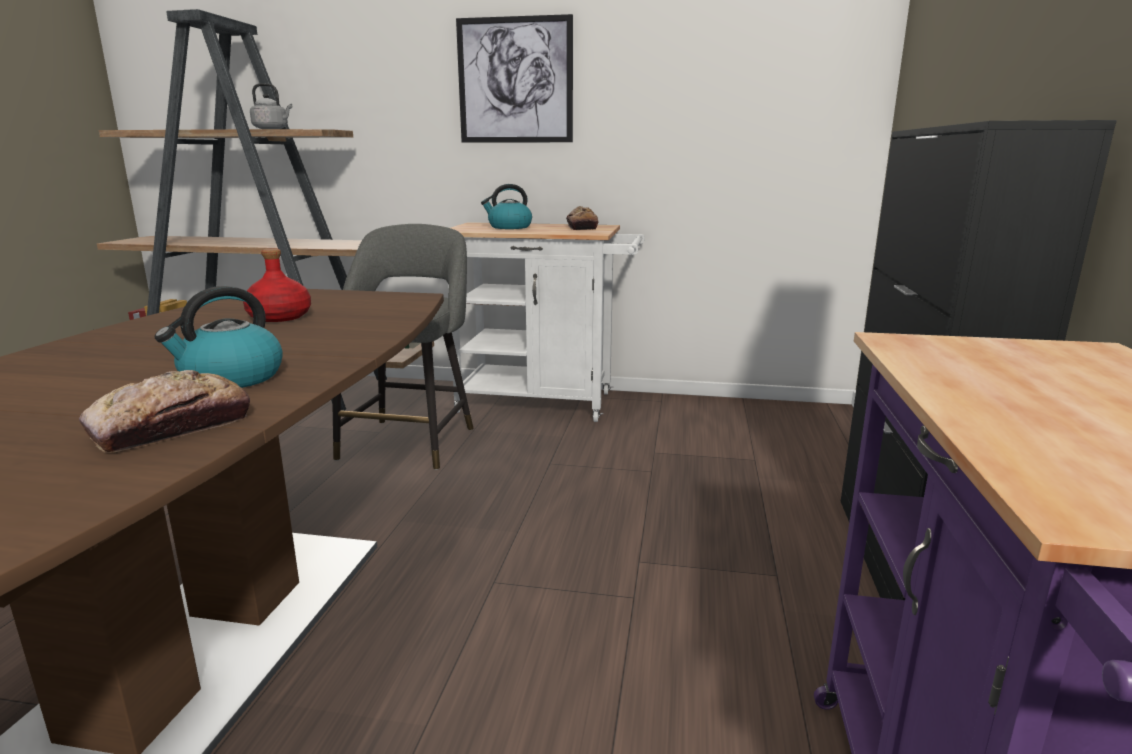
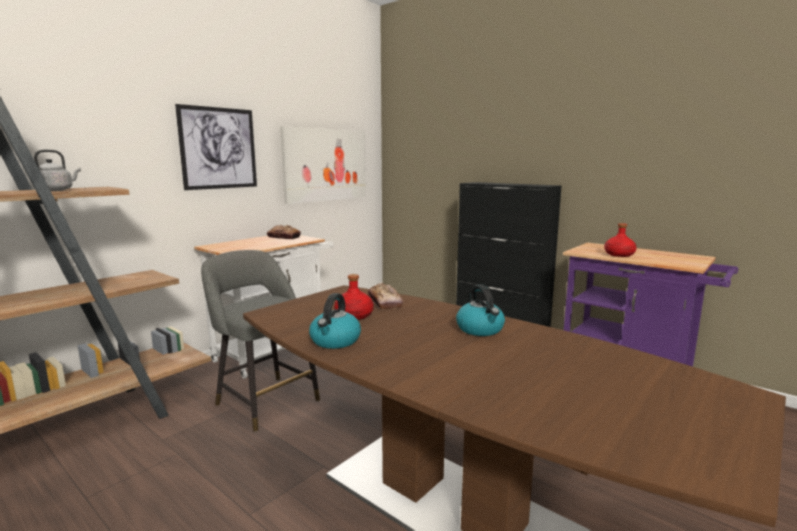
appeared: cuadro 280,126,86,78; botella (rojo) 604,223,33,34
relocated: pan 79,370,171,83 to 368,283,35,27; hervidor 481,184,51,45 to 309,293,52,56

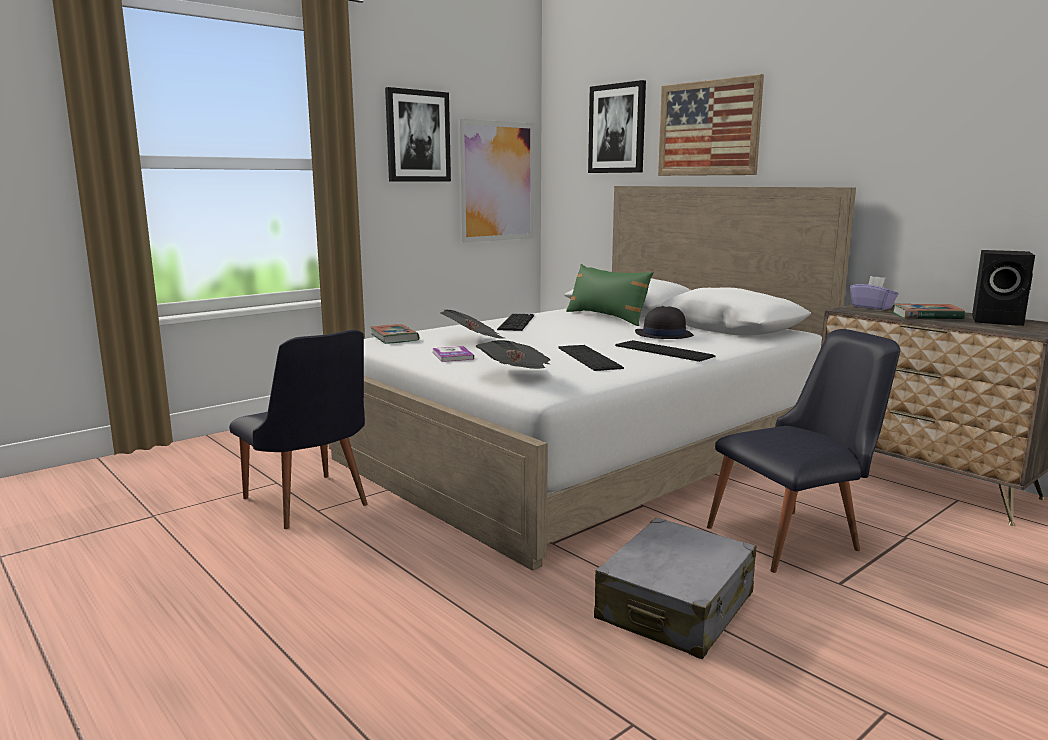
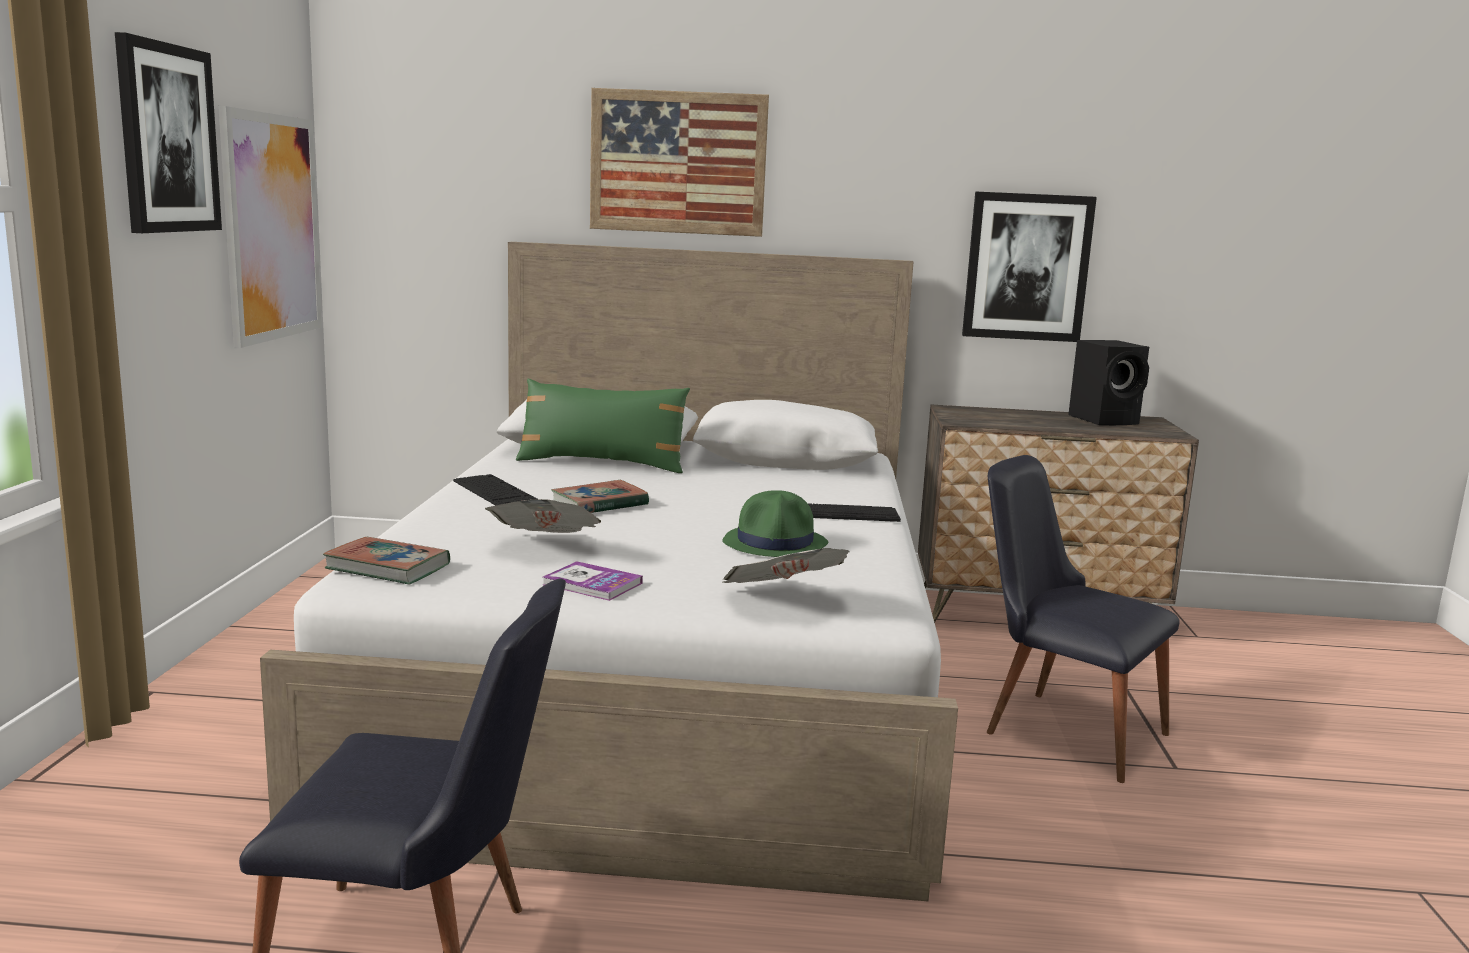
missing: maleta (gris) 594,518,162,141; sombrero (negro) 635,306,59,33; caja de pañuelos (morado) 850,276,49,34
relocated: cuadro 588,80,58,93 to 962,192,135,150; libro 893,304,72,16 to 551,480,98,33
exchanged: teclado 558,345,66,26 to sombrero (verde) 722,490,106,67
spun: silla (negro) 707,329,193,244 = 987,455,193,328 75 degrees counterclockwise

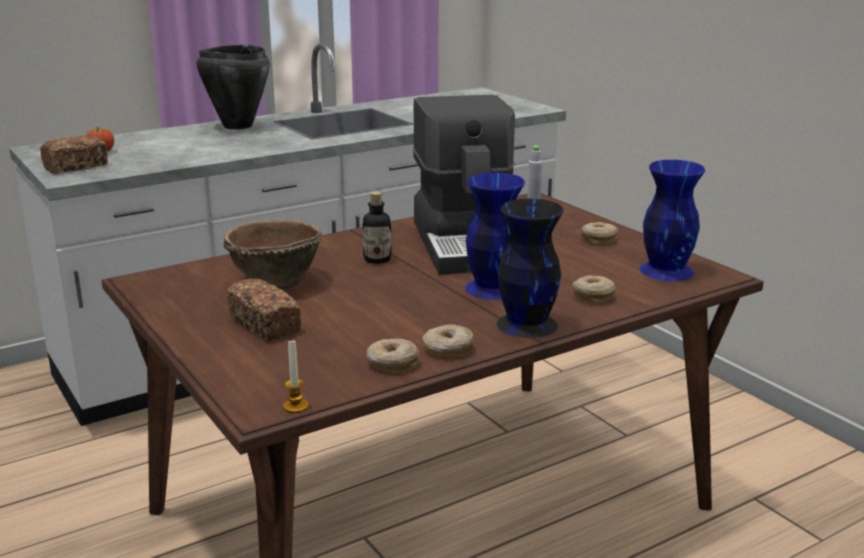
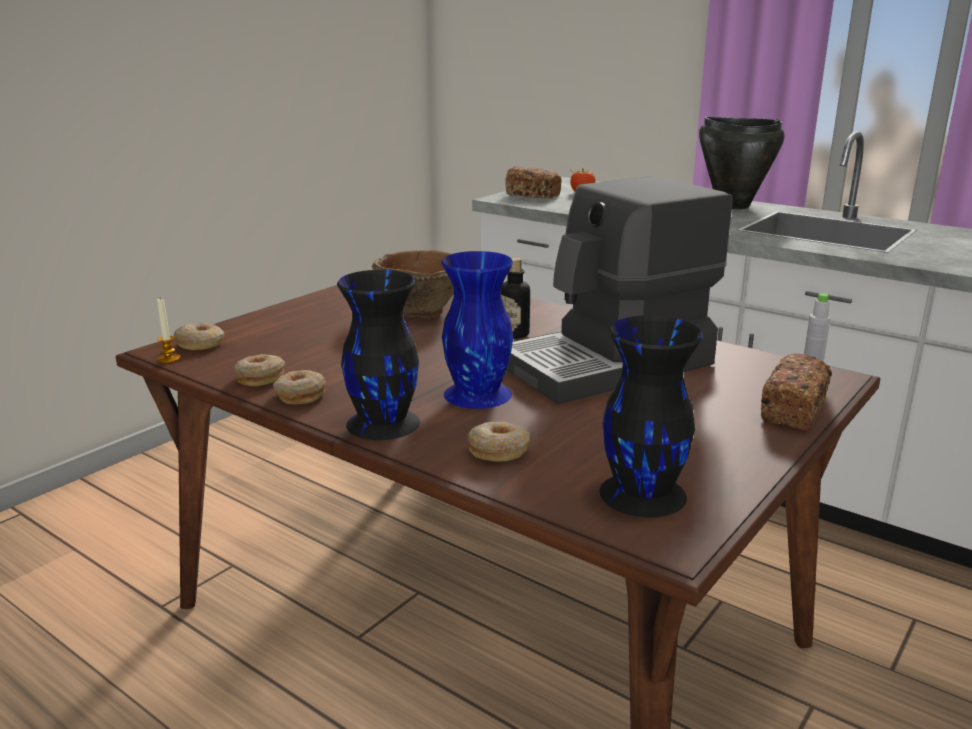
relocated: pan 226,278,75,63 to 761,353,70,78; rosquilla 581,222,37,23 to 174,323,51,27
colour: florero (azul) 639,160,66,121 to florero (negro) 599,315,104,202

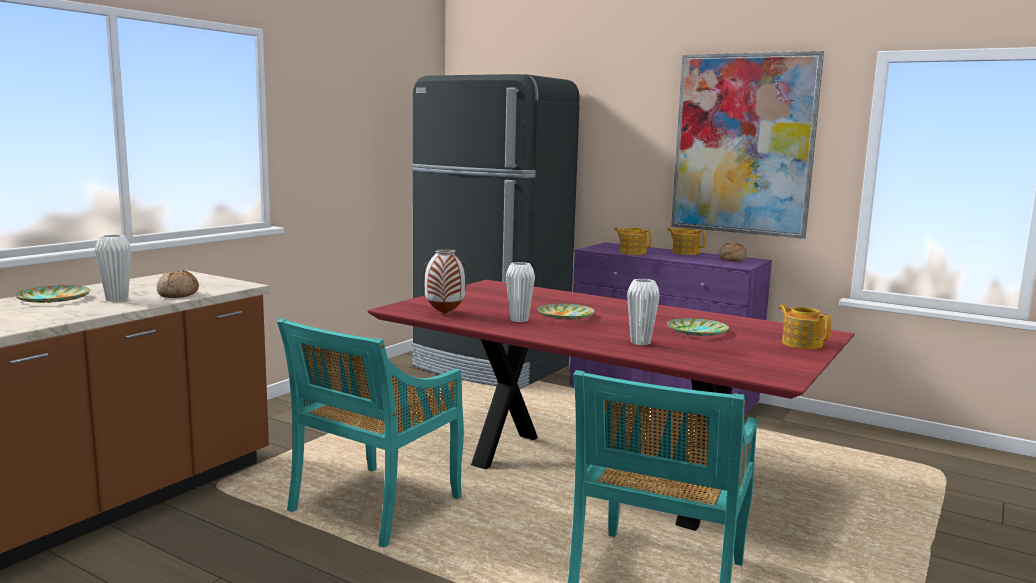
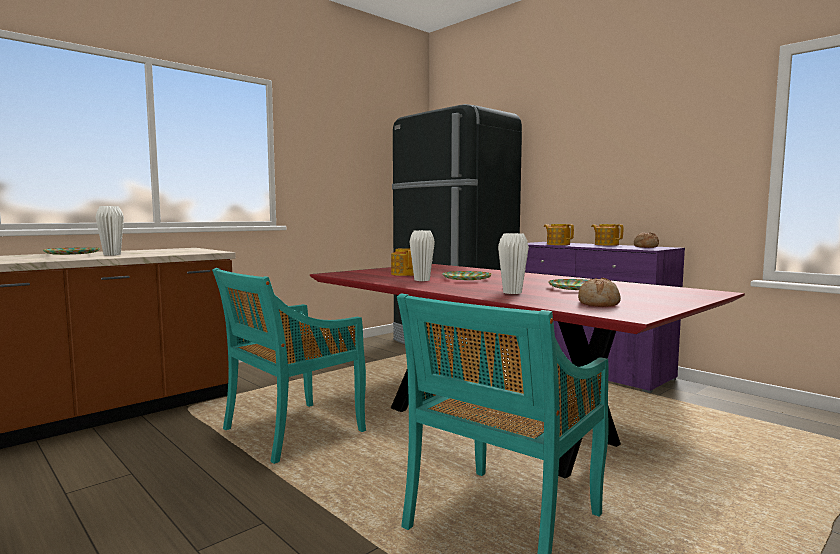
missing: florero 424,249,42,65; cuadro 671,51,153,188
relocated: pan 157,270,42,28 to 578,278,43,29; tetera 779,305,53,44 to 391,248,23,28

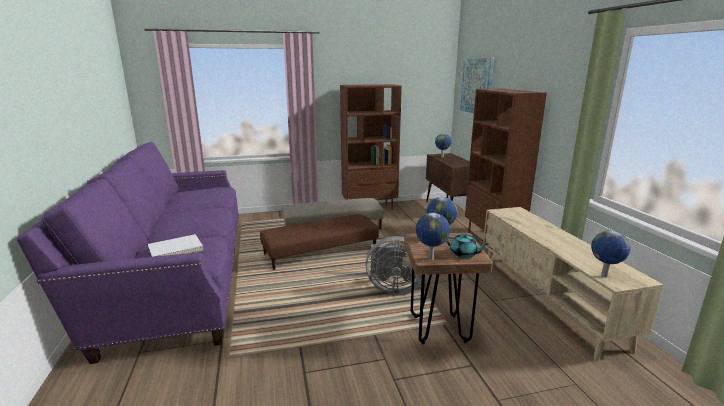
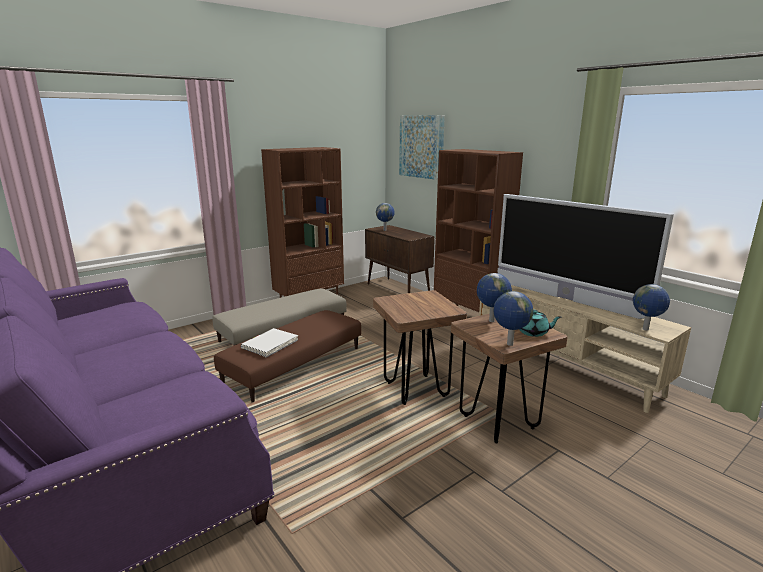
appeared: televisor 498,194,176,125
relocated: libro (blanco) 148,234,55,23 to 241,328,57,30
exchanged: ventilador (gris) 366,236,60,59 to taburete (marrón) 373,290,94,115

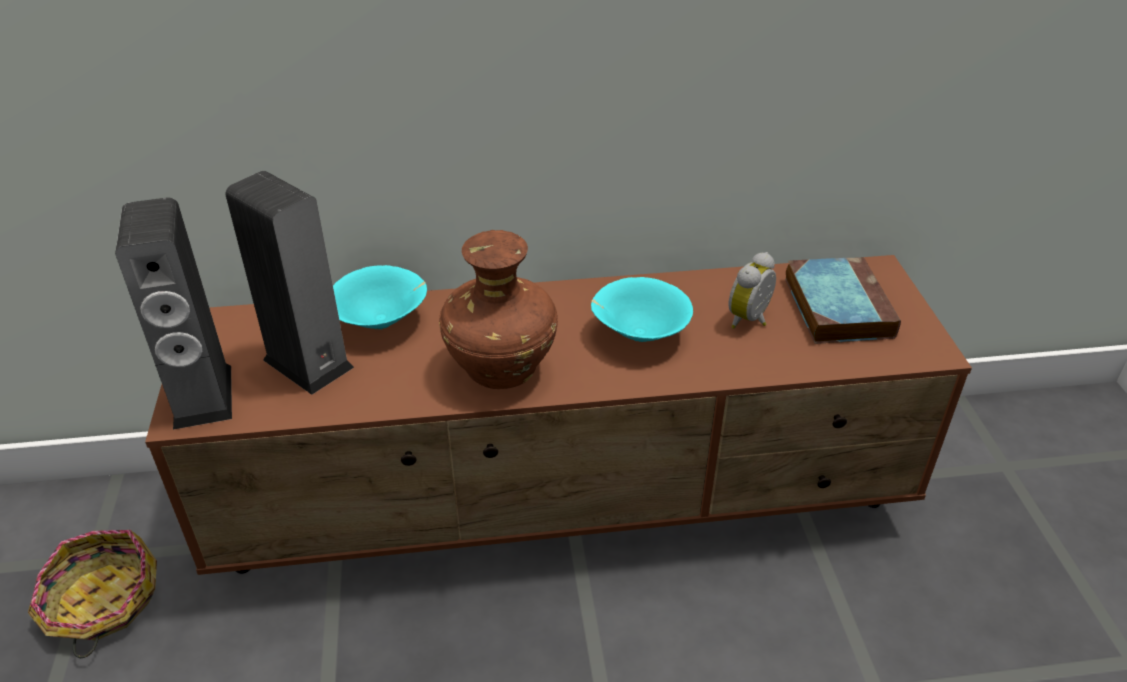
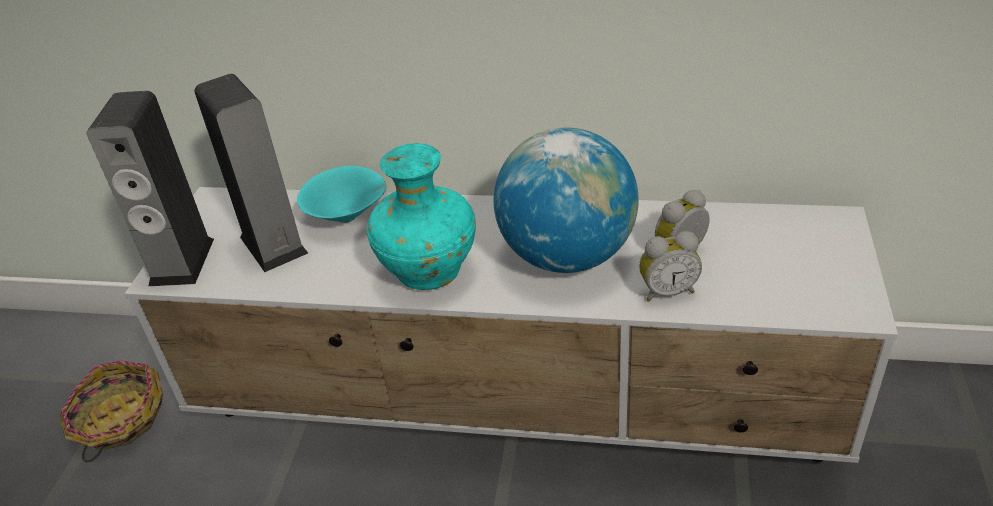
missing: libro 785,257,116,87
appeared: despertador 639,231,63,71
exchanged: cuenco (turquesa) 591,277,102,65 to globo terráqueo 494,128,145,145
colour: mueble de televisión (marrón) 145,255,827,320 to mueble de televisión (blanco) 125,187,773,276; florero (marrón) 439,230,119,159 to florero (turquesa) 367,143,109,147

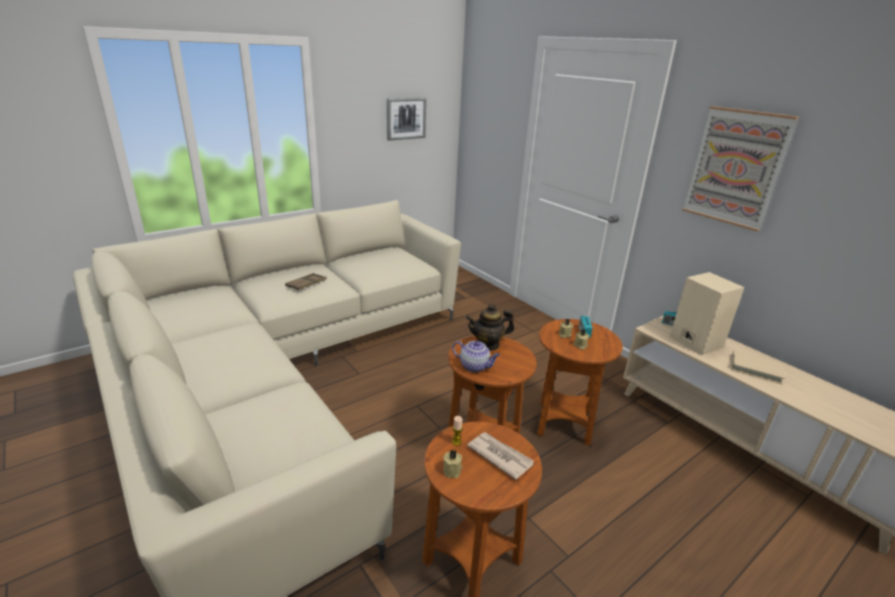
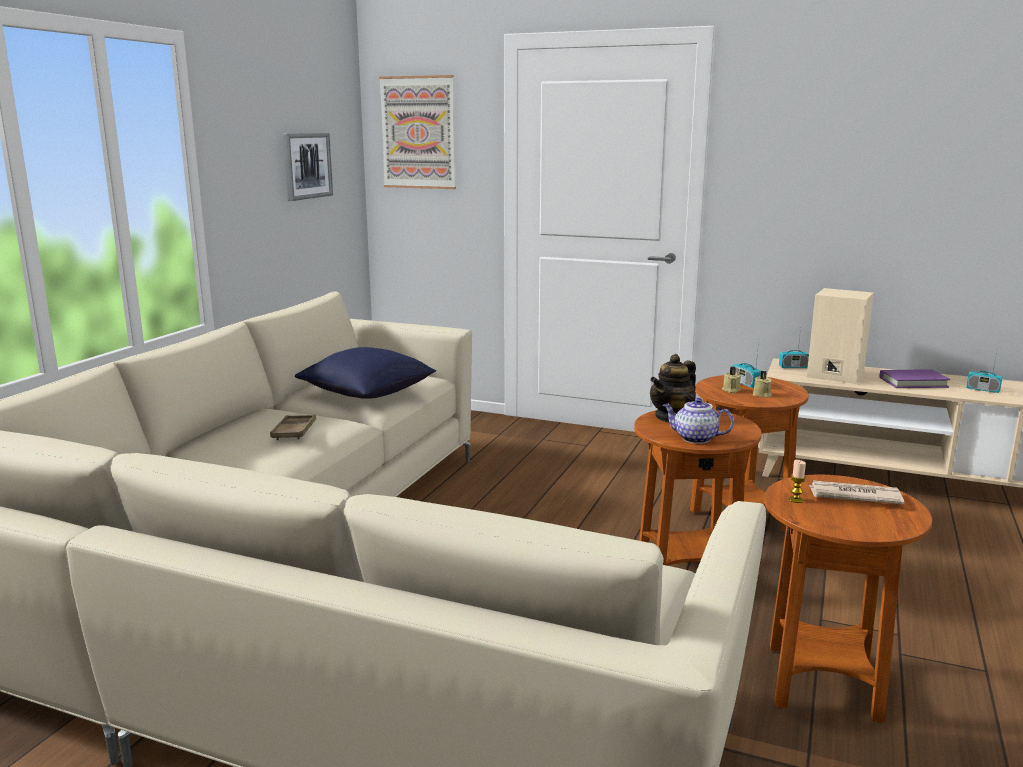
missing: vela (beis) 443,450,19,28
appeared: cojín (azul) 295,347,141,52; radio 966,351,36,42
relocated: cuadro 682,106,117,126 to 379,75,77,114
colour: libro (beis) 731,350,54,34 to libro (morado) 880,369,70,19
spun: tetera 452,341,48,31 = 663,398,71,46 150 degrees counterclockwise

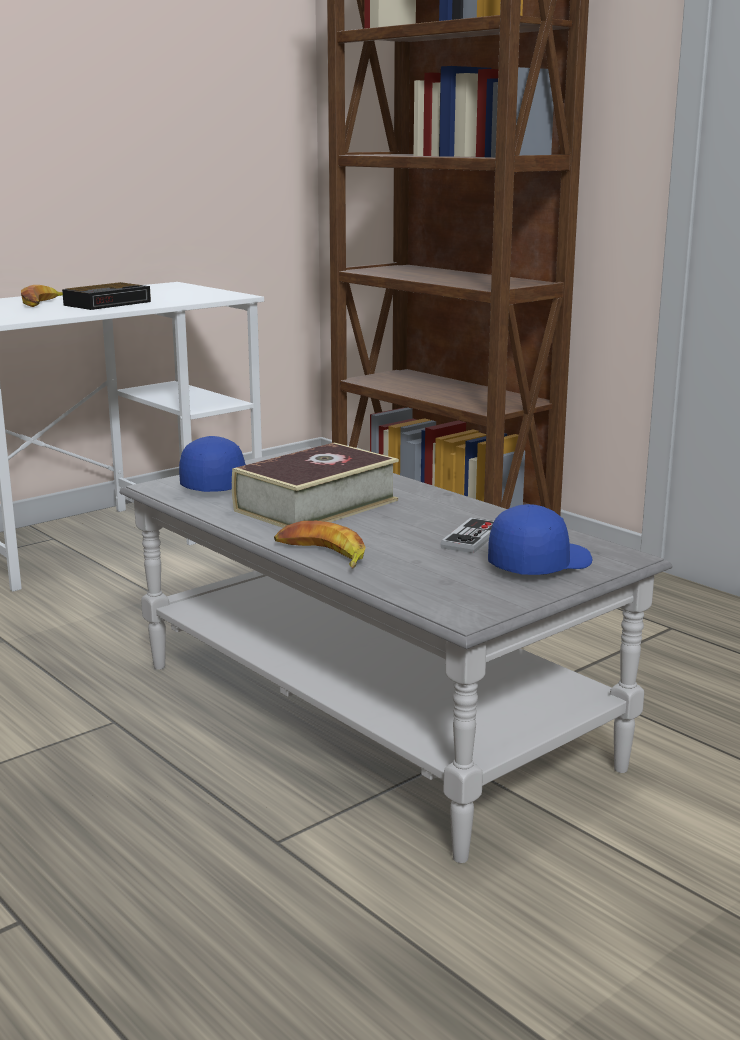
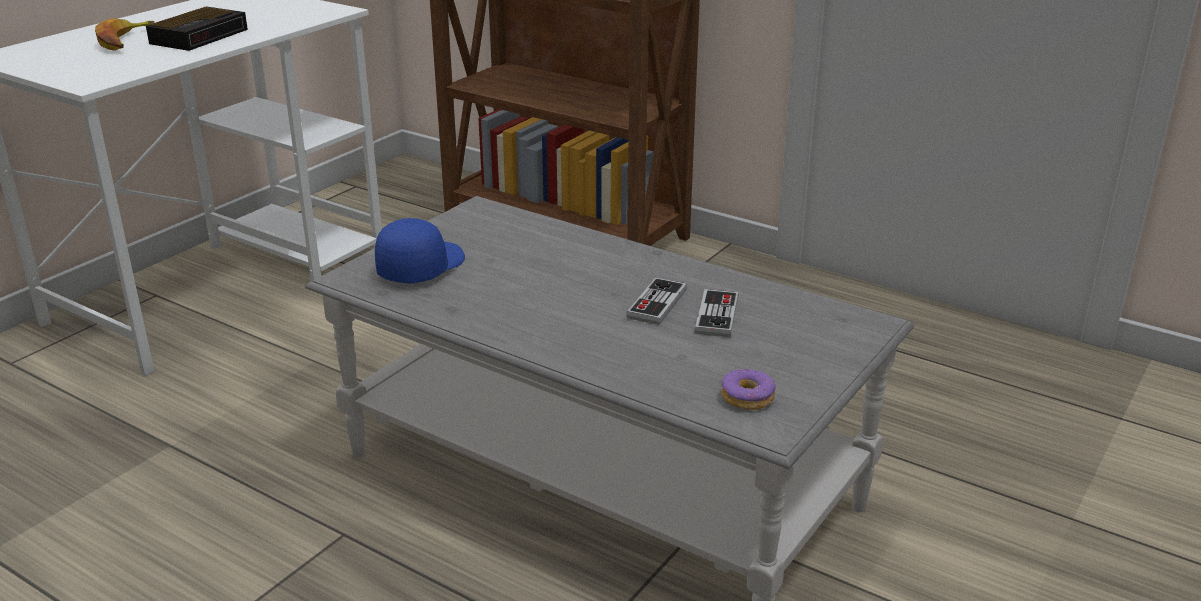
missing: libro 232,442,167,86; plátano 274,521,92,48; gorra (azul) 488,504,104,71
appeared: mando de consola 626,277,61,48; rosquilla 721,369,55,41

